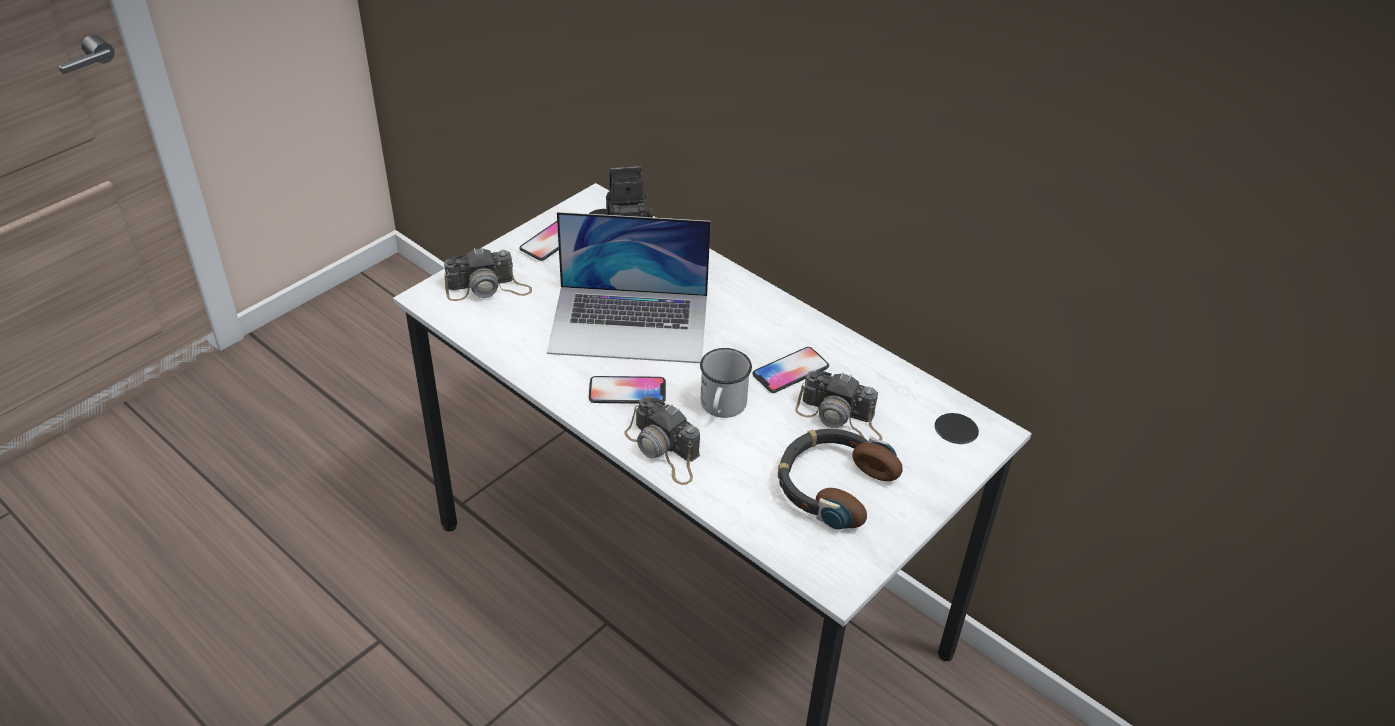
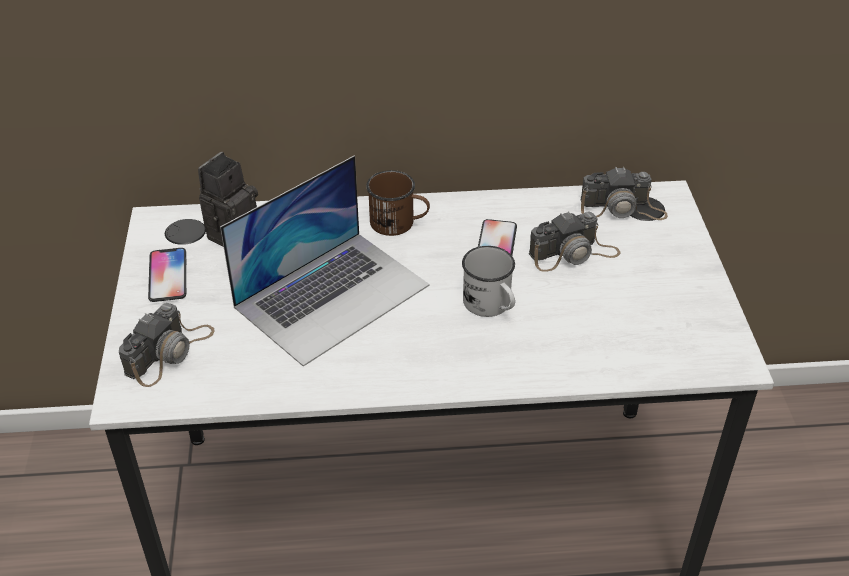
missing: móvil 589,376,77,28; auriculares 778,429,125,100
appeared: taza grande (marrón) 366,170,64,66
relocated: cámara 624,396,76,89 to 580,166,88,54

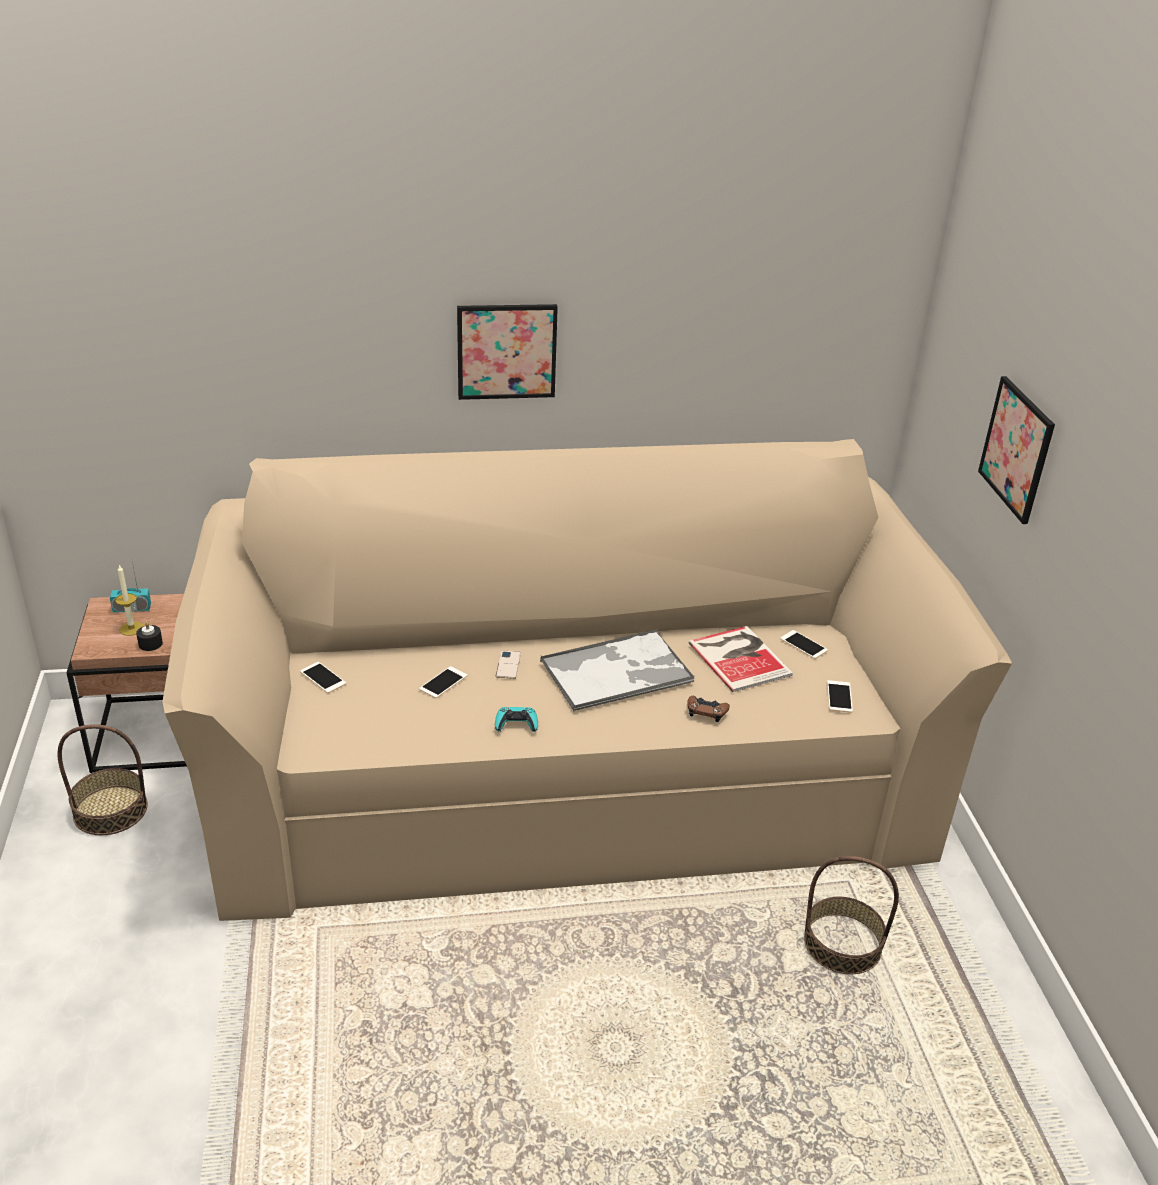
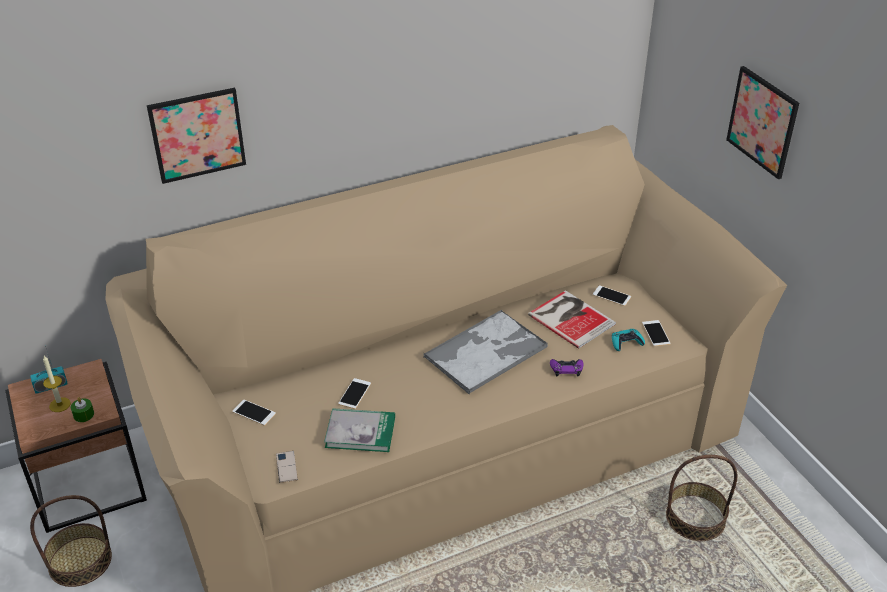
appeared: libro 324,408,71,44
relocated: cuadro 457,304,101,96 to 147,88,99,96; mando de consola (turquesa) 495,707,43,25 to 612,329,33,22; móvil 496,650,25,29 to 276,451,22,32
colour: vela (negro) 136,621,27,30 to vela (verde) 71,397,23,25; mando de consola (marrón) 687,696,43,26 to mando de consola (morado) 550,359,34,17

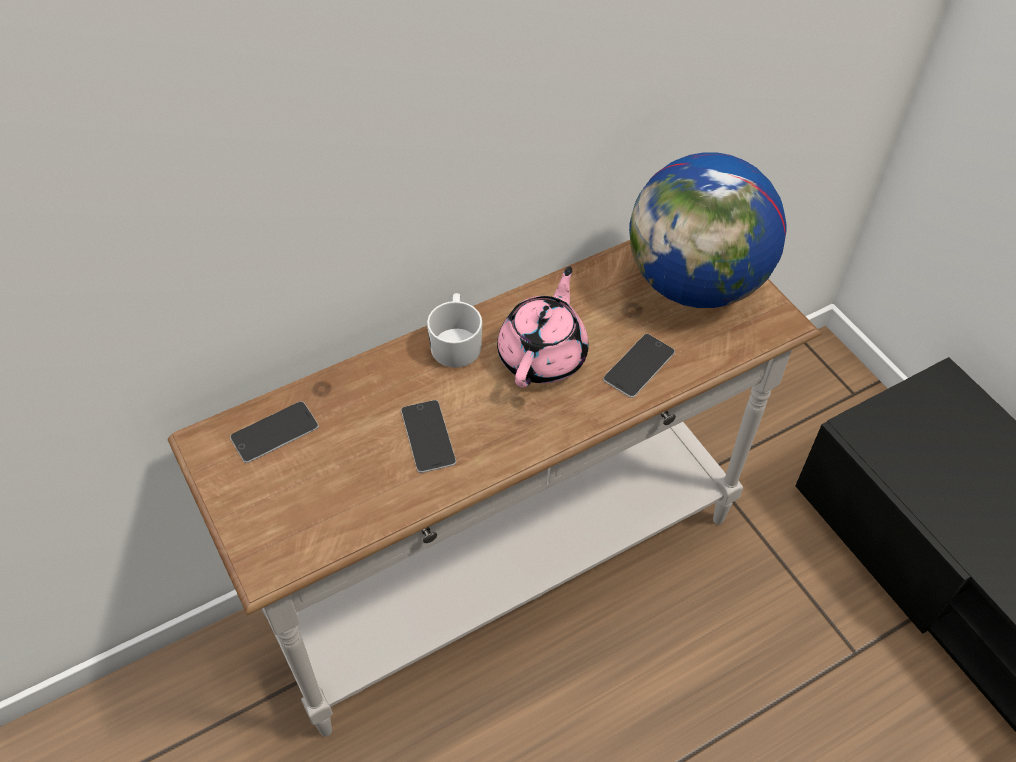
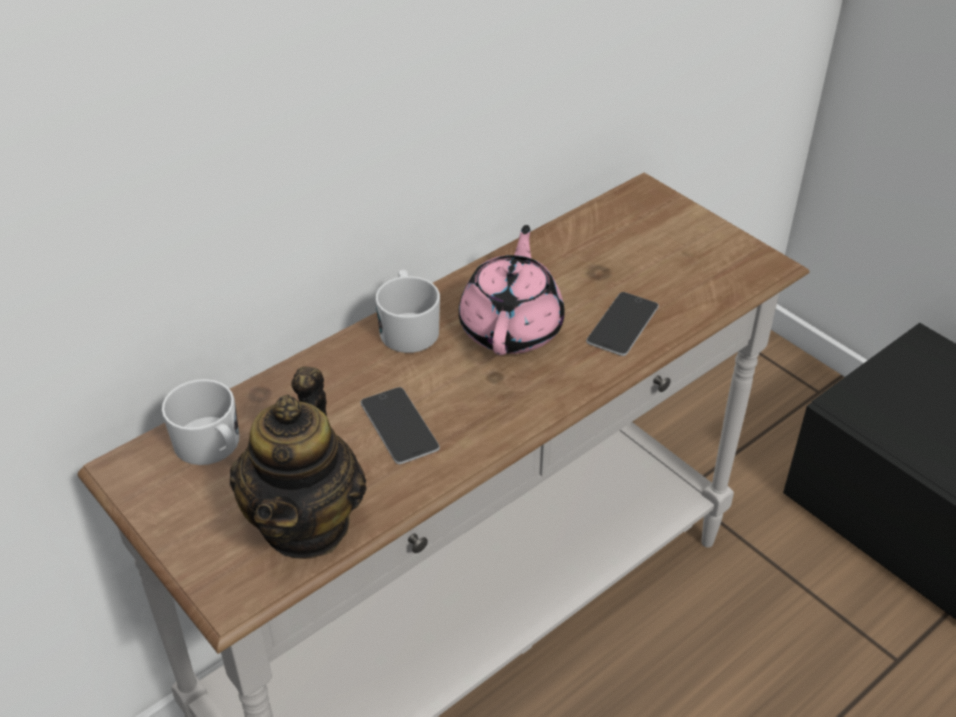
missing: globo terráqueo 629,152,158,156
appeared: tetera 230,367,136,192
exchanged: móvil 230,401,89,62 to taza grande (blanco) 161,379,78,86

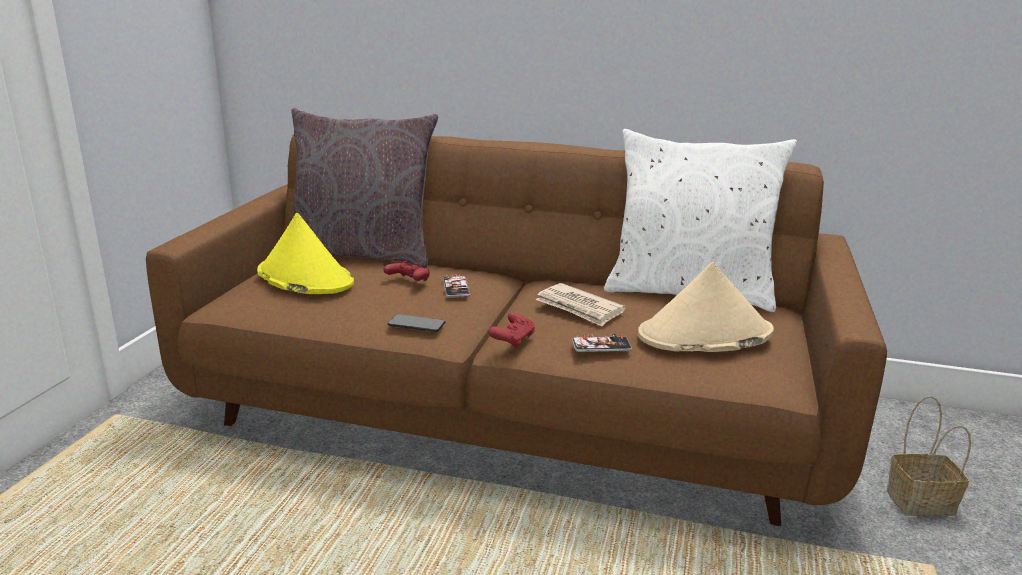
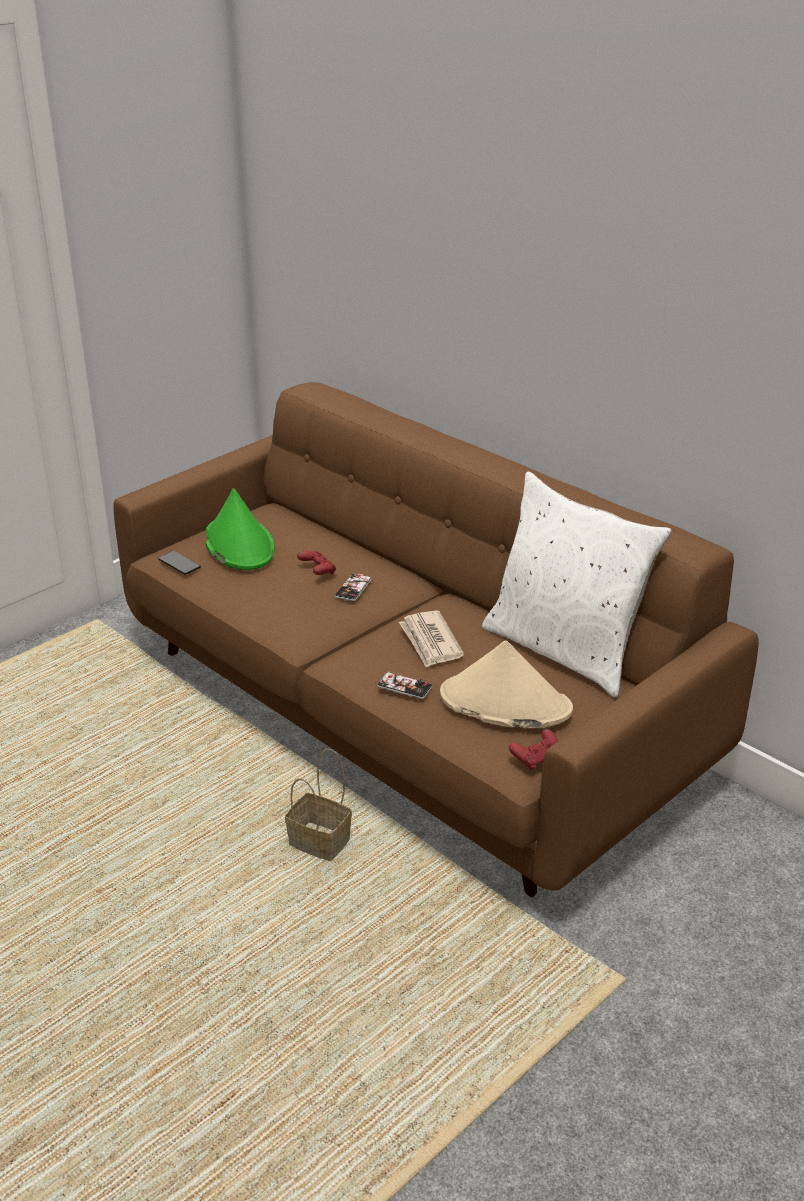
missing: cojín (gris) 291,108,147,160
relocated: móvil 387,314,58,18 to 158,551,43,24; mando de consola (rojo) 488,312,47,37 to 509,729,49,41; cesta 887,396,84,120 to 285,749,67,112
colour: sombrero (amarillo) 257,213,97,81 to sombrero (verde) 206,488,69,82

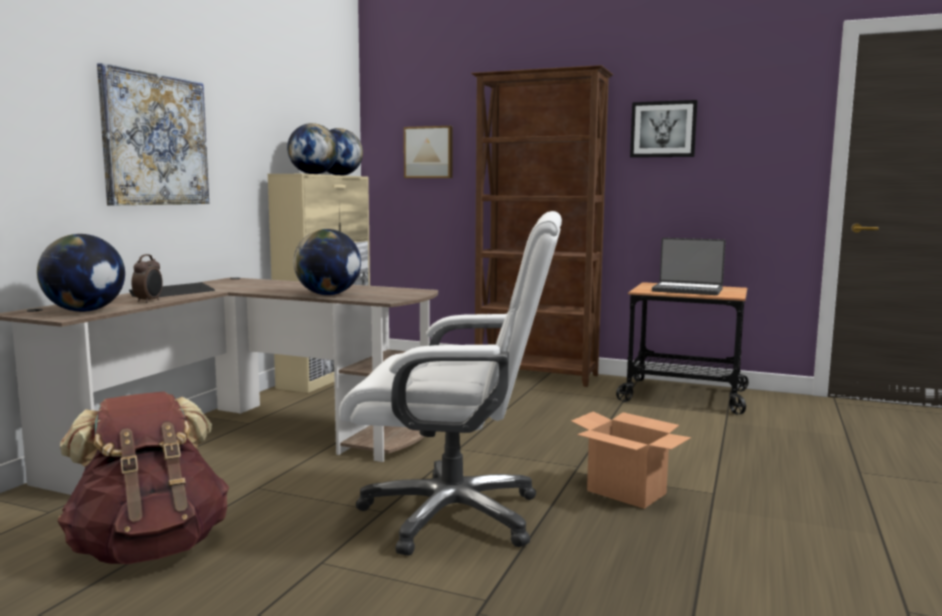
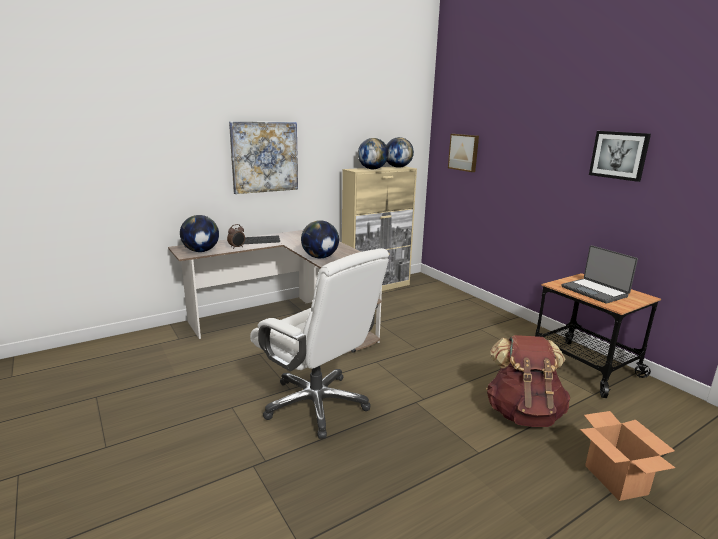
missing: estantería (marrón) 471,65,142,322
relocated: mochila (marrón) 58,391,171,173 to 486,335,84,92; caja de cartón 571,411,120,98 to 580,411,95,90

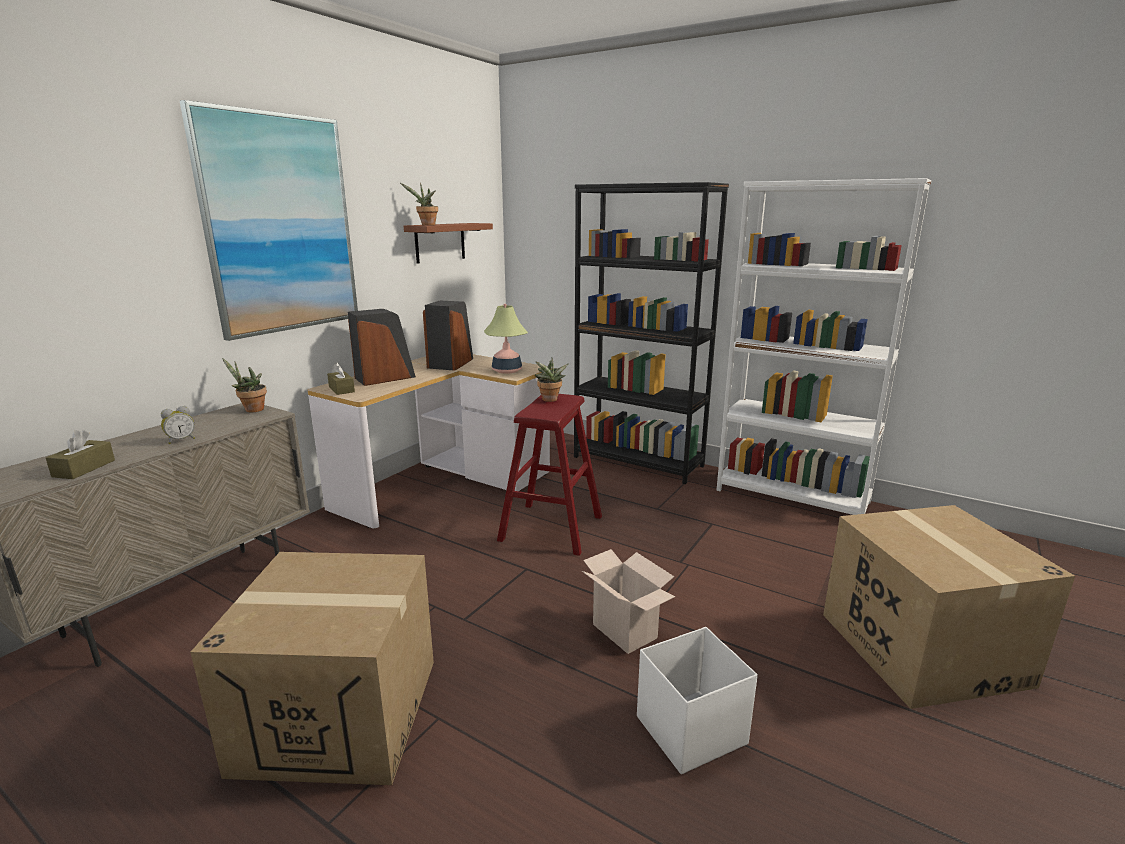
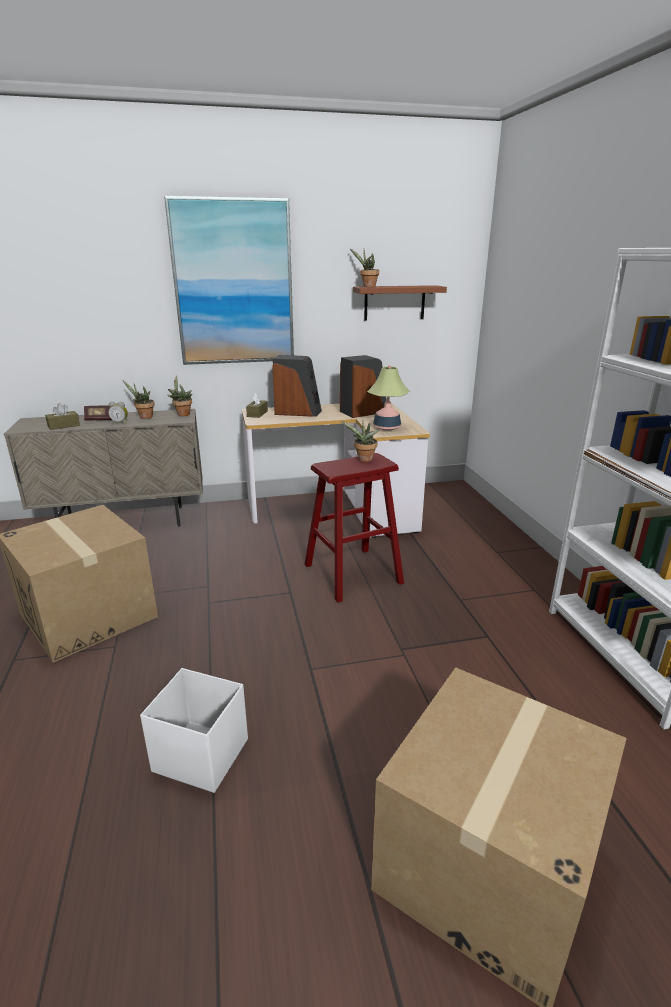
missing: estantería (negro) 574,182,155,302; caja de cartón 582,549,93,105
appeared: libro 84,405,28,16; planta en maceta 123,381,32,38

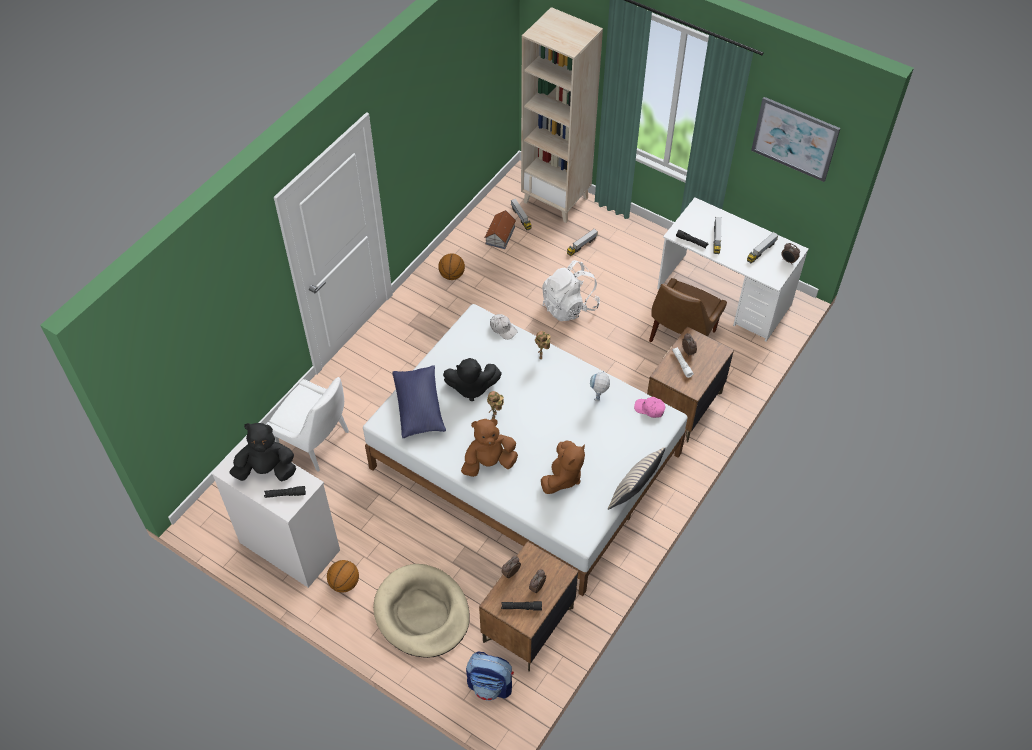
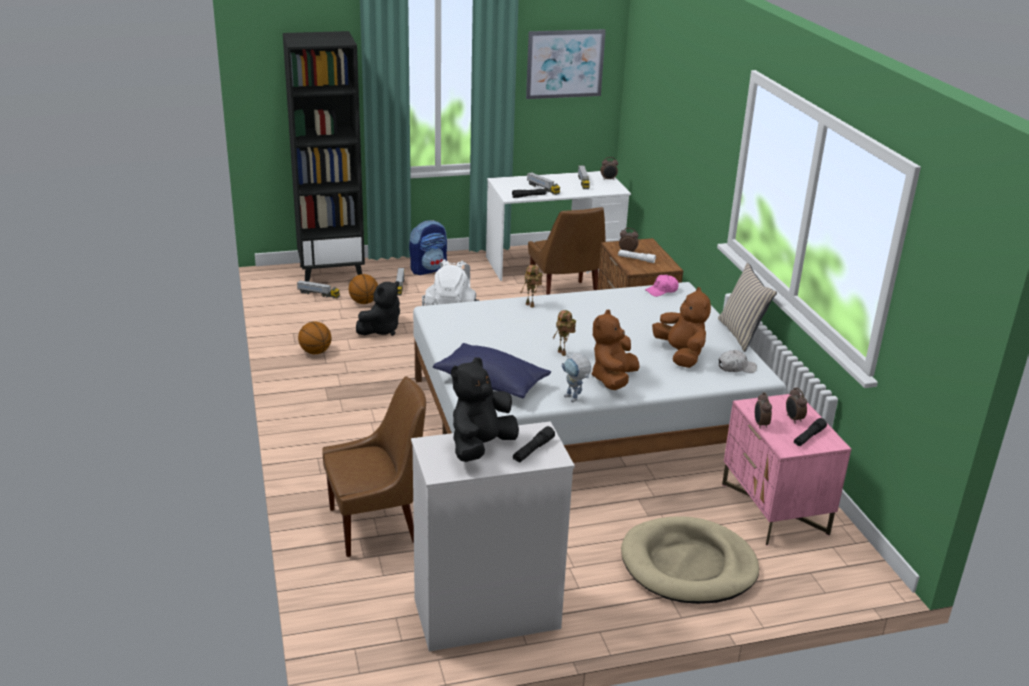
missing: casita 484,210,32,39
relocated: balón de baloncesto 327,560,32,32 to 349,274,29,30; peluche (negro) 443,358,59,43 to 356,281,44,55; mochila 466,651,48,50 to 409,220,38,55; gorra (blanco) 490,314,28,26 to 719,350,38,23; robot de juguete 590,371,20,30 to 562,353,29,49
colour: silla (blanco) 266,377,83,95 to silla (marrón) 322,376,104,181; mesita de noche (marrón) 479,541,99,131 to mesita de noche (rosa) 722,394,130,152; estantería (beis) 521,7,82,216 to estantería (negro) 283,31,82,251

